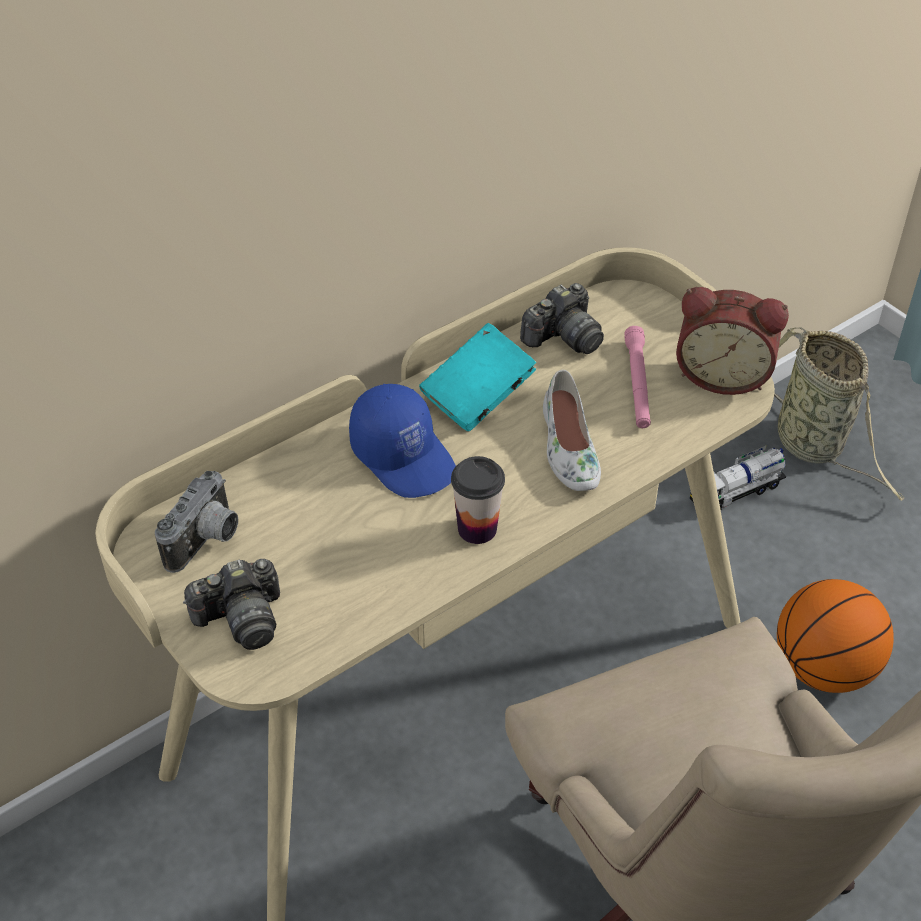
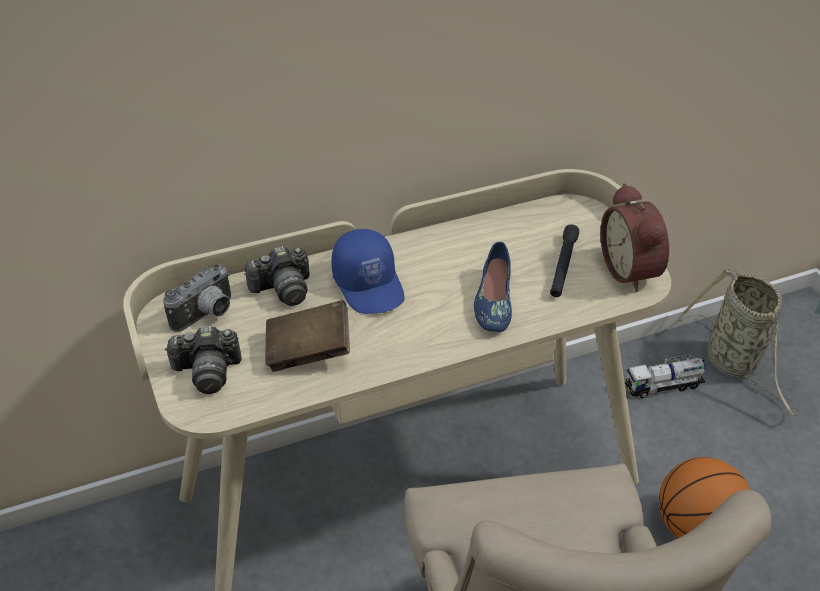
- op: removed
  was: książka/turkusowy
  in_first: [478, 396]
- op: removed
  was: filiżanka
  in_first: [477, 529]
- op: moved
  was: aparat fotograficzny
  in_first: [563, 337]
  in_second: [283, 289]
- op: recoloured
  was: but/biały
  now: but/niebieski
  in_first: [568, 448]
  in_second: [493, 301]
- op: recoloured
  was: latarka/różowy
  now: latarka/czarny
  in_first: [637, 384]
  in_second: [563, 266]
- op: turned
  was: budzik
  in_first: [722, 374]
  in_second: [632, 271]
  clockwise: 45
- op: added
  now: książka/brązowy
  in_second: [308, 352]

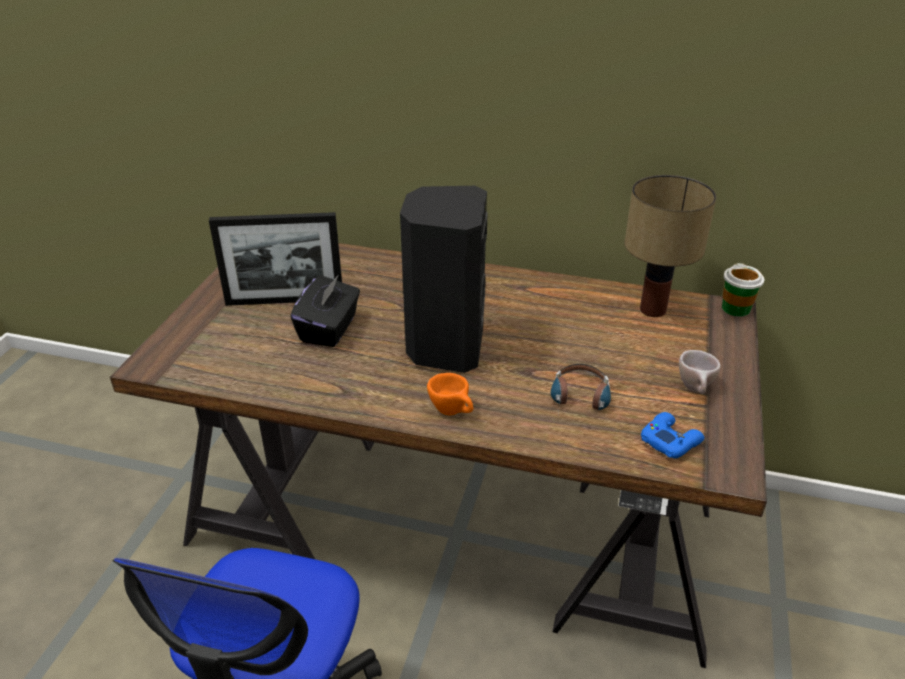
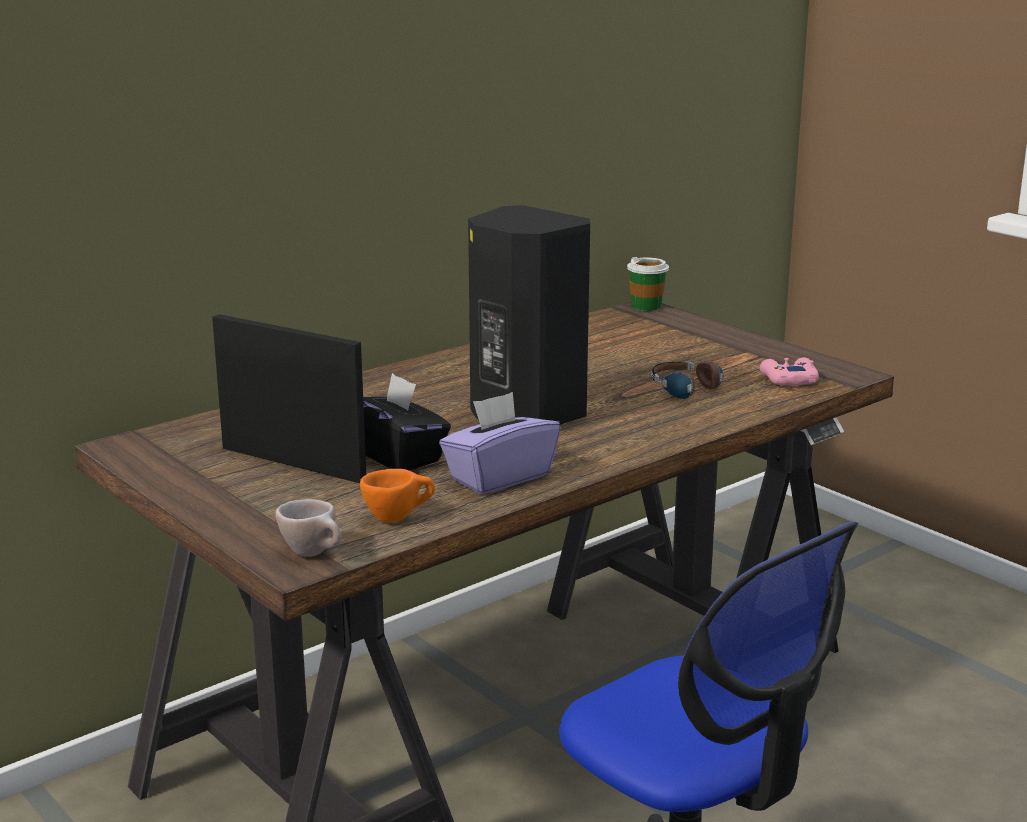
- op: turned
  was: ramka na zdjęcie
  in_first: [285, 301]
  in_second: [292, 463]
  clockwise: -90
- op: moved
  was: filiżanka/pomarańczowy
  in_first: [453, 412]
  in_second: [398, 518]
- op: removed
  was: lampa stołowa
  in_first: [653, 309]
- op: recoloured
  was: pad do gier/niebieski
  now: pad do gier/różowy
  in_first: [670, 440]
  in_second: [788, 379]
- op: moved
  was: filiżanka/beżowy
  in_first: [696, 390]
  in_second: [315, 554]
- op: added
  now: pudełko chusteczek/fioletowy
  in_second: [499, 477]

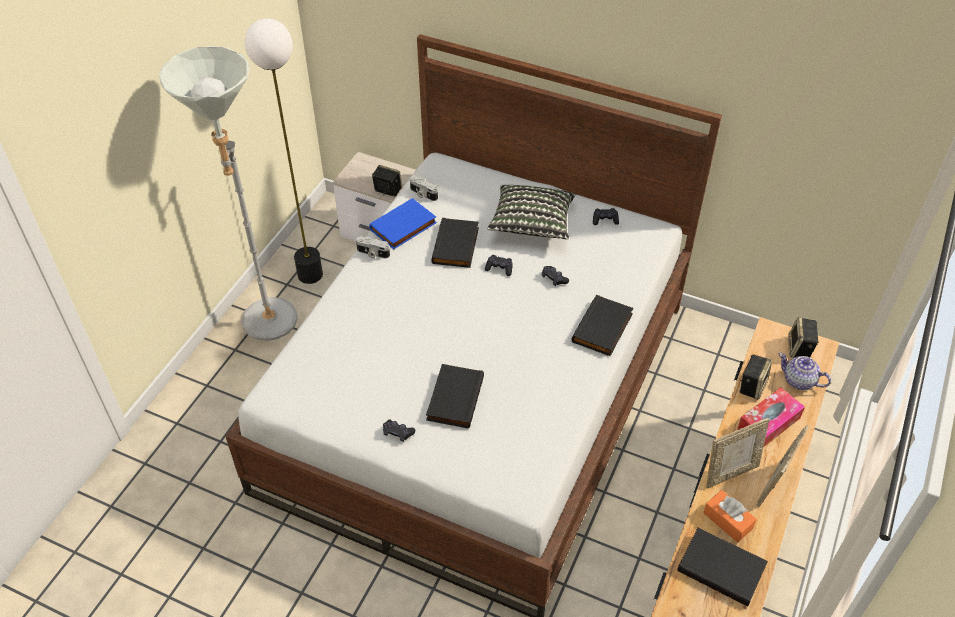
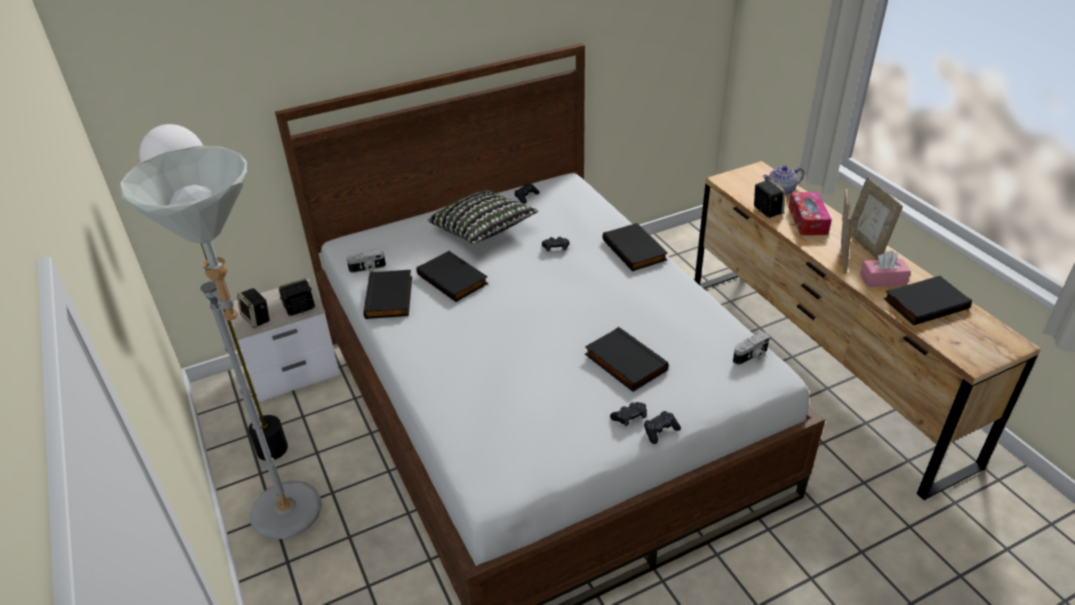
- op: moved
  was: aparat fotograficzny
  in_first: [372, 253]
  in_second: [751, 356]
- op: recoloured
  was: książka/niebieski
  now: książka/czarny
  in_first: [404, 227]
  in_second: [390, 297]
- op: moved
  was: pad do gier/czarny
  in_first: [499, 268]
  in_second: [660, 431]
- op: recoloured
  was: pudełko chusteczek/pomarańczowy
  now: pudełko chusteczek/różowy
  in_first: [727, 520]
  in_second: [882, 280]
- op: moved
  was: głośnik
  in_first: [799, 349]
  in_second: [257, 319]

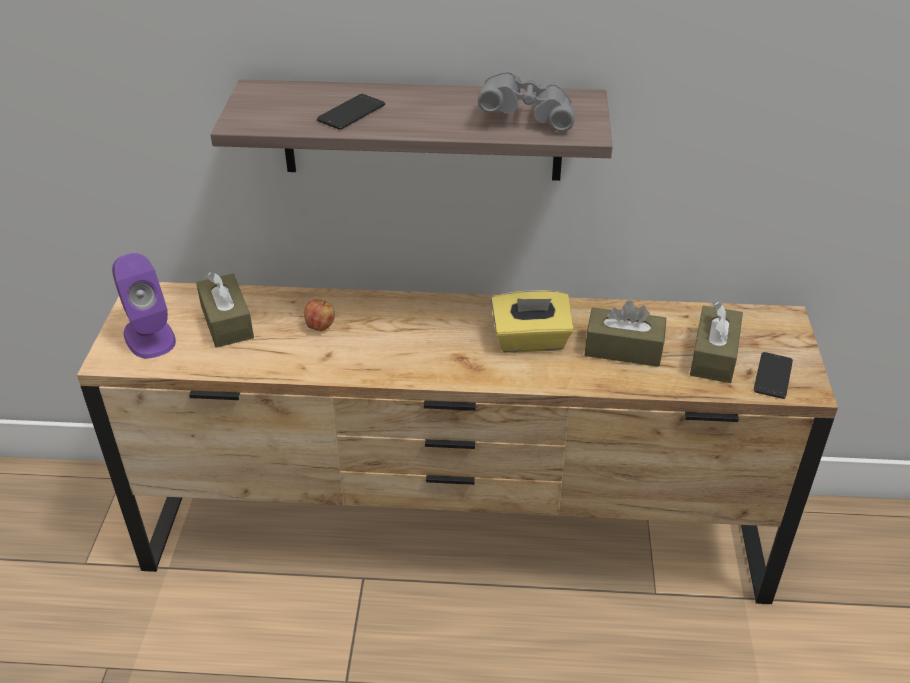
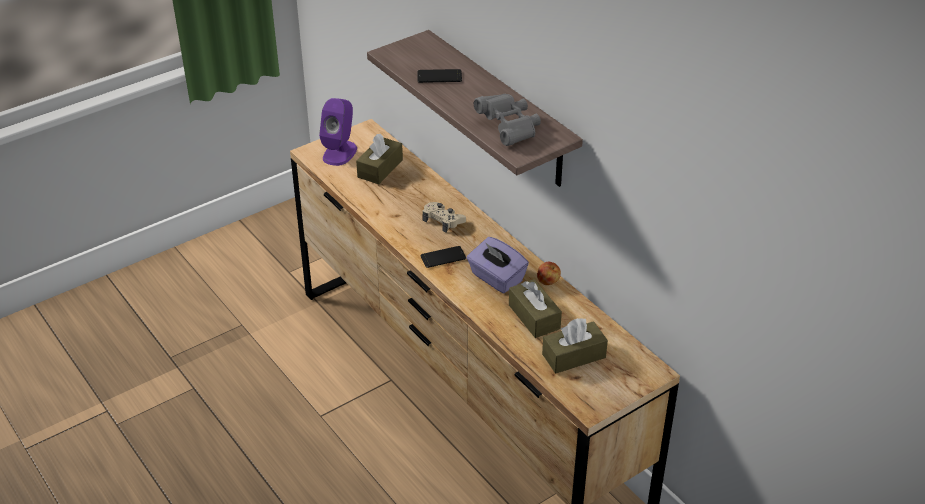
- op: moved
  was: jabłko
  in_first: [320, 326]
  in_second: [548, 282]
- op: recoloured
  was: pudełko chusteczek/żółty
  now: pudełko chusteczek/fioletowy
  in_first: [530, 341]
  in_second: [496, 278]
- op: moved
  was: telefon
  in_first: [773, 376]
  in_second: [443, 257]
- op: added
  now: pad do gier/beżowy
  in_second: [443, 220]

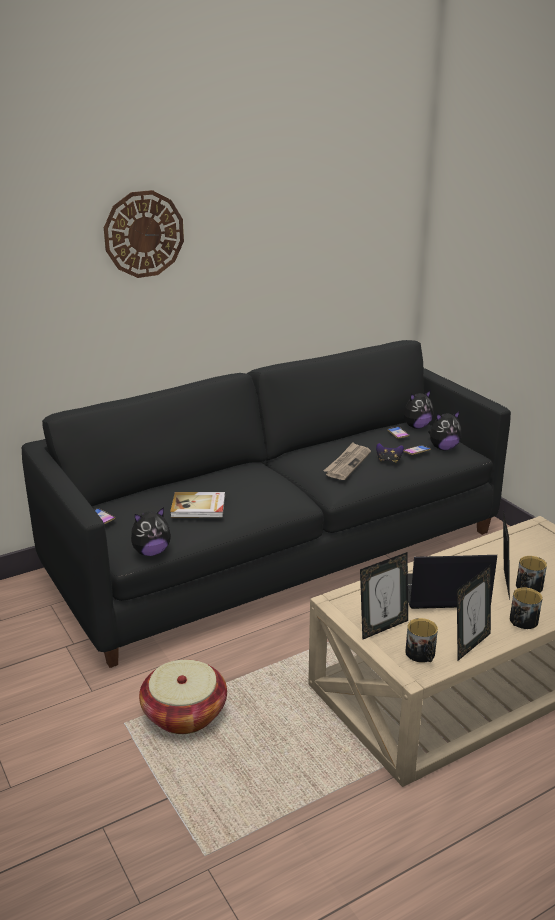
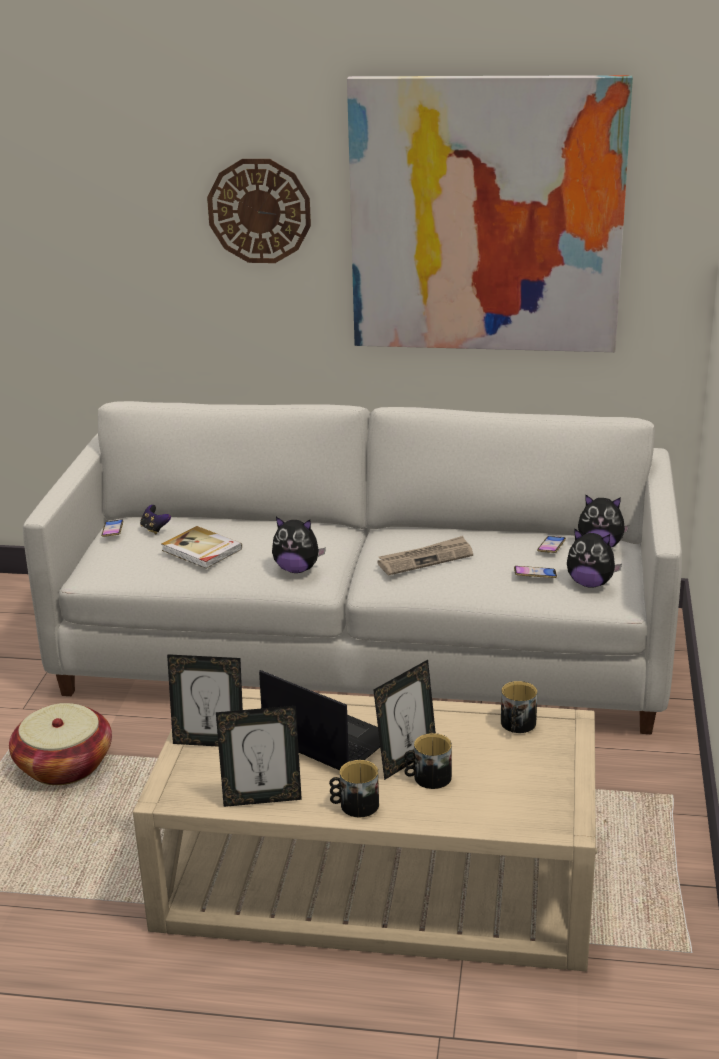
- op: recoloured
  was: kanapa/czarny
  now: kanapa/biały
  in_first: [278, 552]
  in_second: [365, 654]
- op: moved
  was: pluszak
  in_first: [151, 552]
  in_second: [297, 569]
- op: moved
  was: pad do gier
  in_first: [388, 460]
  in_second: [155, 529]
- op: moved
  was: kubek
  in_first: [422, 655]
  in_second: [517, 725]
- op: added
  now: obraz
  in_second: [486, 216]

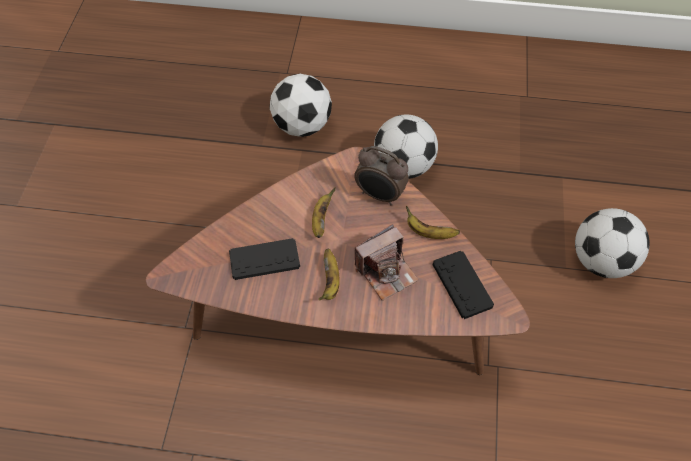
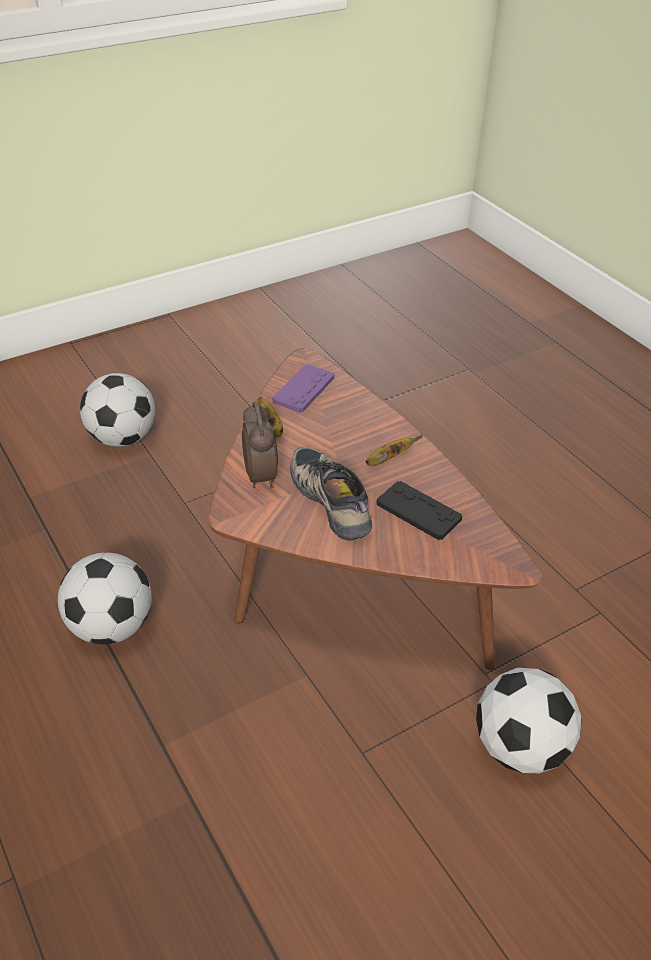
- op: moved
  was: piłka futbolowa
  in_first: [302, 125]
  in_second: [520, 747]
- op: replaced
  was: banan
  now: but
  in_first: [321, 220]
  in_second: [333, 499]
- op: removed
  was: aparat fotograficzny
  in_first: [386, 272]
- op: recoloured
  was: pad do gier/czarny
  now: pad do gier/fioletowy
  in_first: [462, 285]
  in_second: [303, 389]

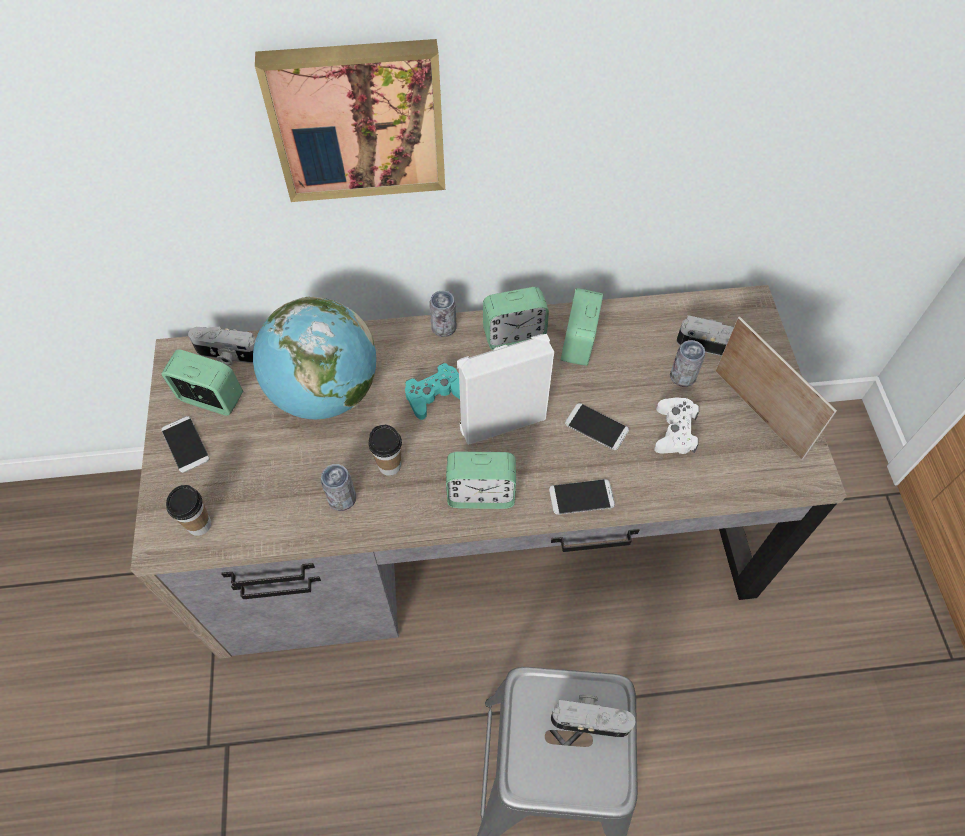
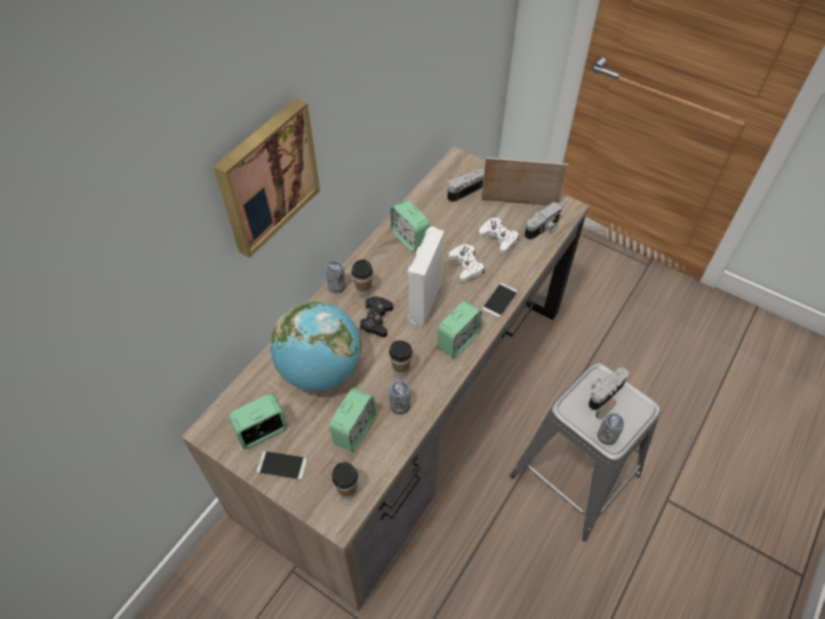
- op: moved
  was: aparat fotograficzny
  in_first: [227, 356]
  in_second: [543, 229]
- op: recoloured
  was: pad do gier/turkusowy
  now: pad do gier/czarny
  in_first: [434, 395]
  in_second: [376, 320]
- op: moved
  was: budzik
  in_first: [514, 335]
  in_second: [354, 430]
- op: replaced
  was: telefon
  now: pad do gier/biały
  in_first: [596, 427]
  in_second: [466, 266]
- op: moved
  was: puszka
  in_first: [682, 376]
  in_second: [606, 436]
- op: added
  now: filiżanka
  in_second: [363, 290]

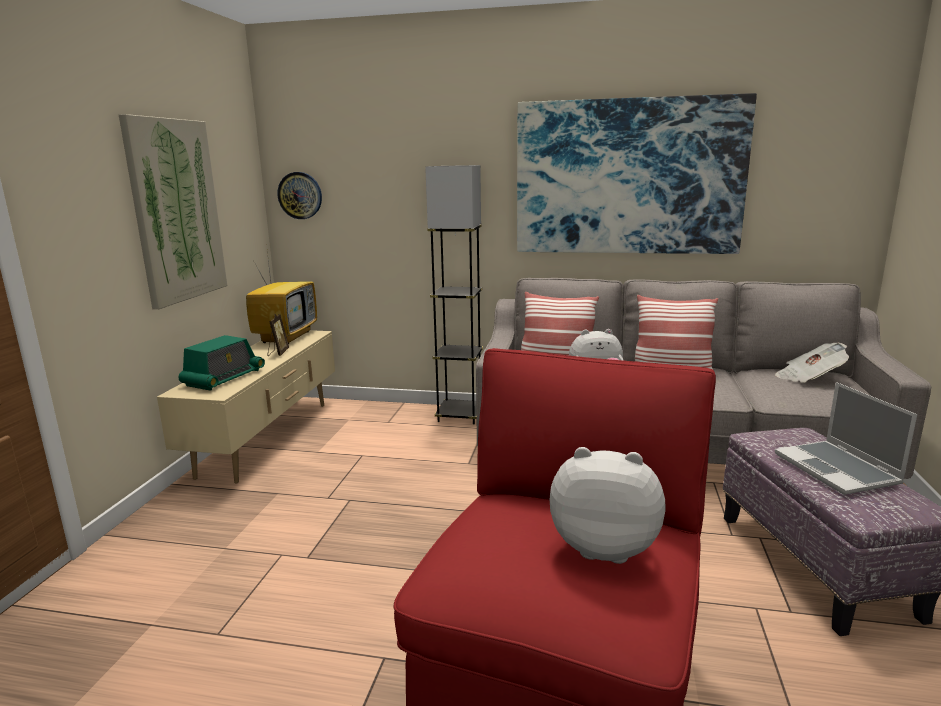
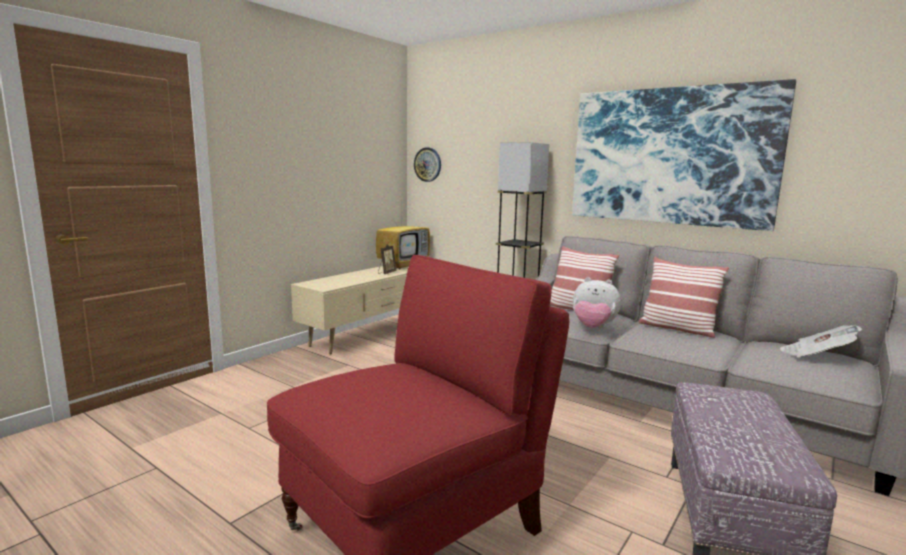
- op: removed
  was: obraz
  in_first: [176, 211]
- op: removed
  was: radio
  in_first: [224, 378]
- op: removed
  was: pluszak
  in_first: [604, 546]
- op: removed
  was: laptop
  in_first: [838, 469]

